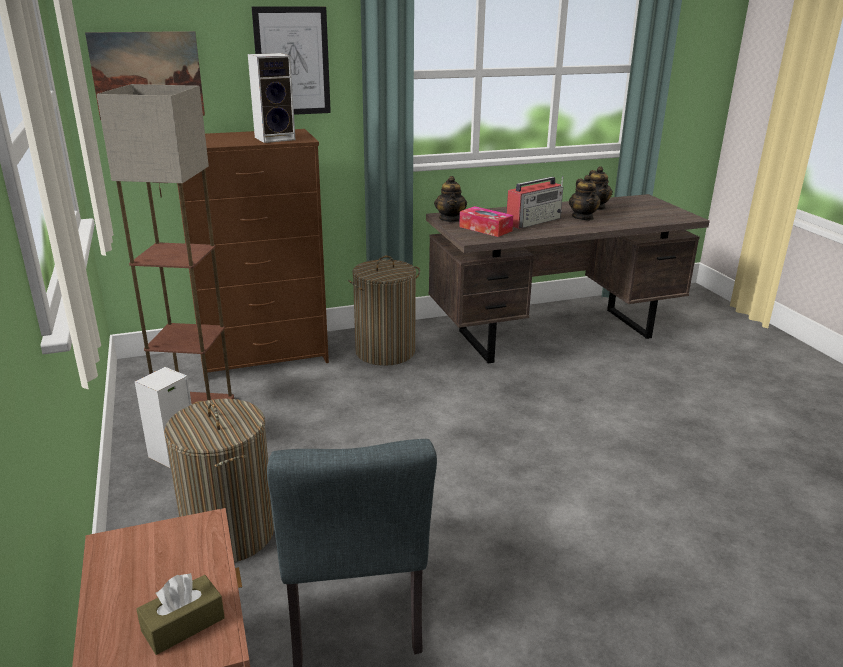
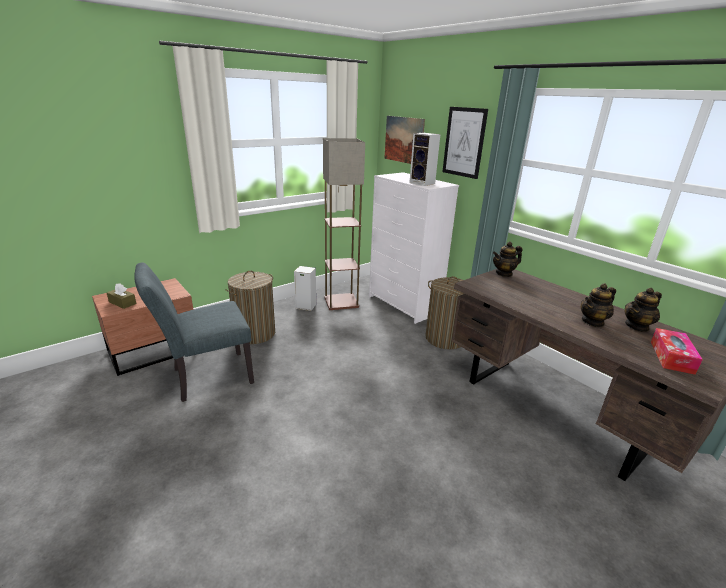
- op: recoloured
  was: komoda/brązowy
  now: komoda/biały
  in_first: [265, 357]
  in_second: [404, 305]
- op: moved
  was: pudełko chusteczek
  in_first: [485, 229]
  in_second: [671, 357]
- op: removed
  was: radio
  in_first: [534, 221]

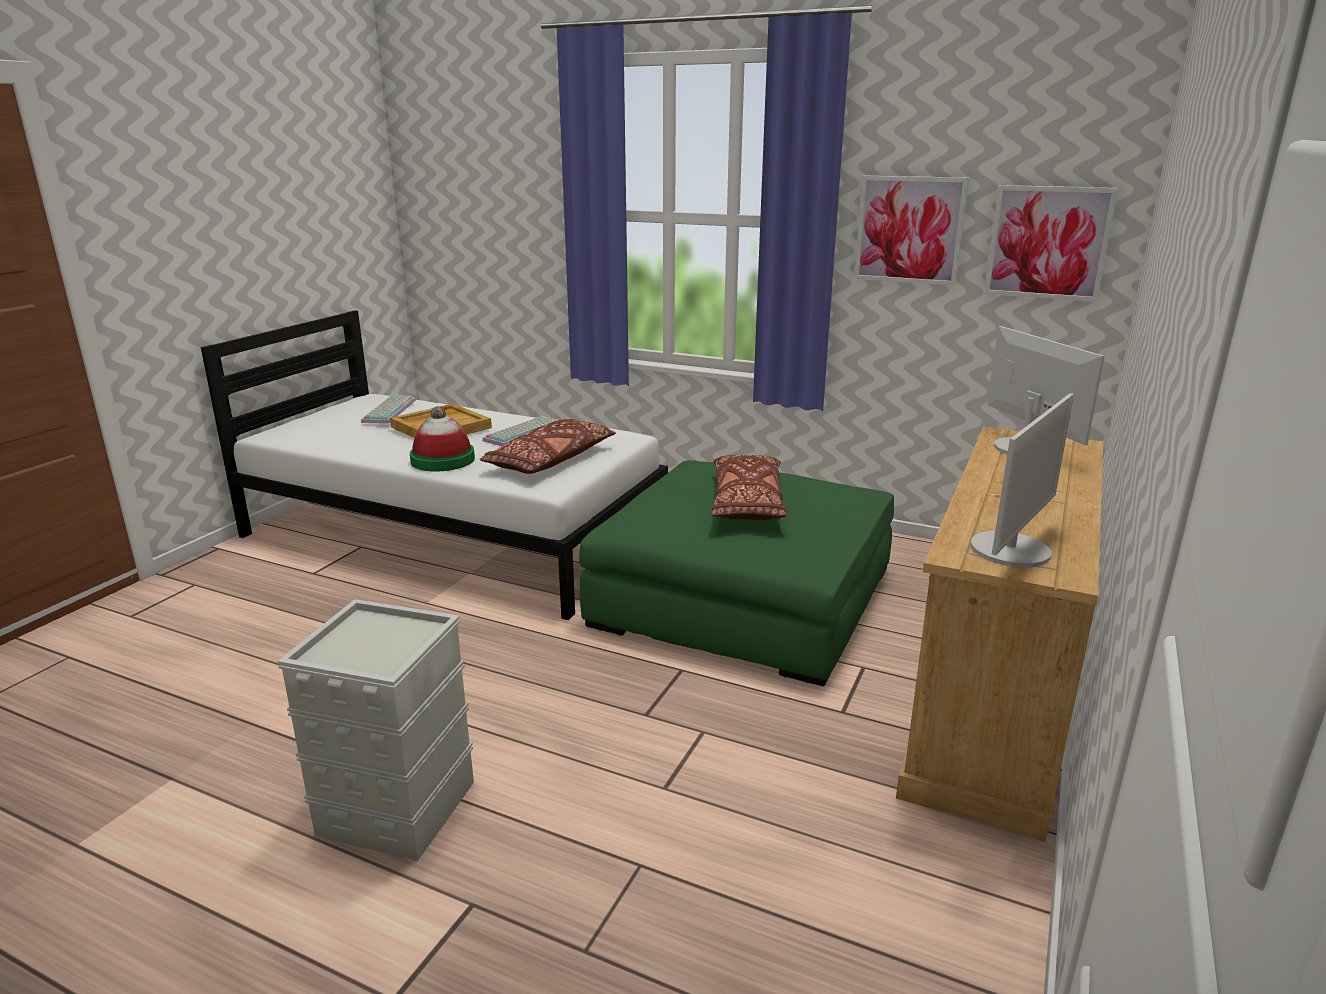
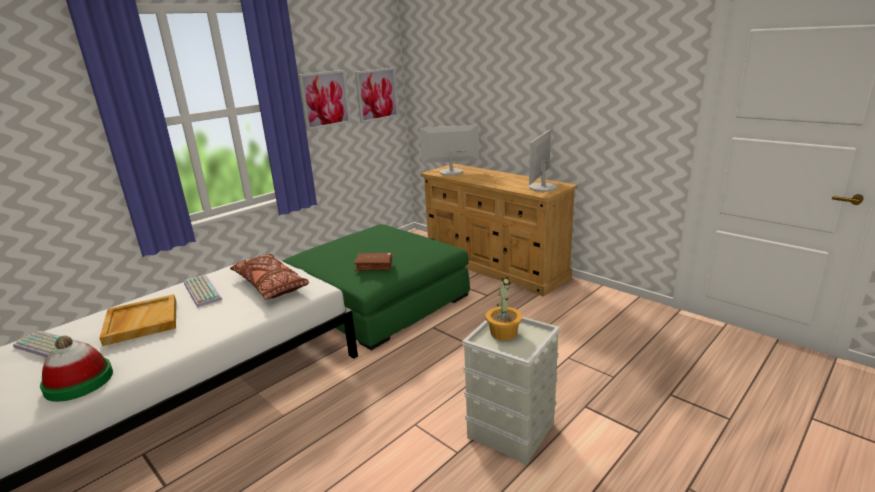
- op: moved
  was: kapelusz
  in_first: [443, 460]
  in_second: [79, 381]
- op: removed
  was: poduszka/brązowy
  in_first: [747, 503]
- op: turned
  was: monitor
  in_first: [1011, 550]
  in_second: [542, 187]
  clockwise: -120
- op: added
  now: książka/brązowy
  in_second: [374, 266]
- op: added
  now: roślina doniczkowa
  in_second: [503, 333]

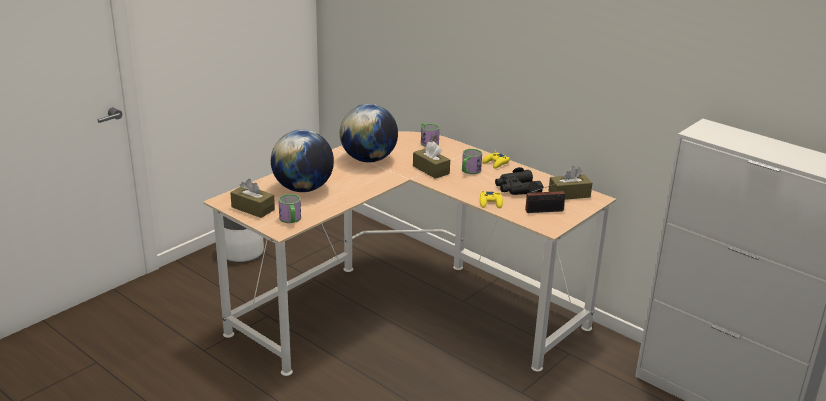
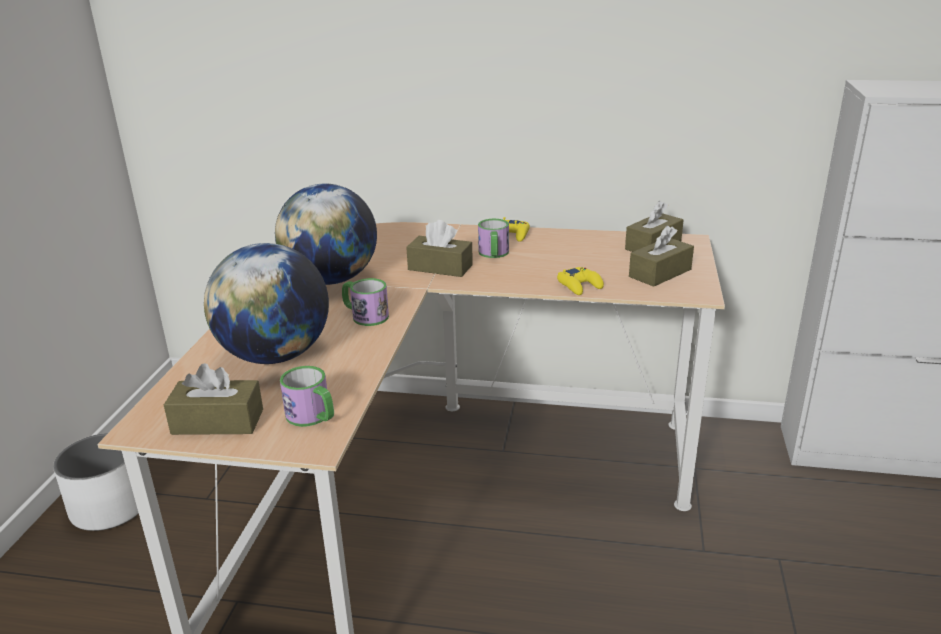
- op: moved
  was: kubek
  in_first: [428, 142]
  in_second: [365, 316]
- op: removed
  was: lornetka/czarny
  in_first: [517, 189]
- op: replaced
  was: radio
  now: pudełko chusteczek/brązowy
  in_first: [546, 210]
  in_second: [660, 273]

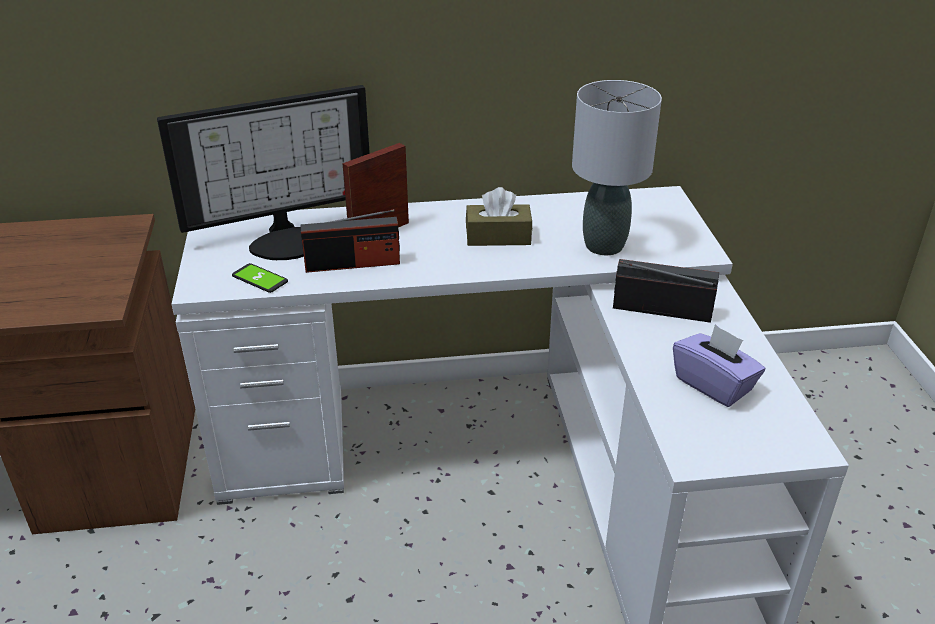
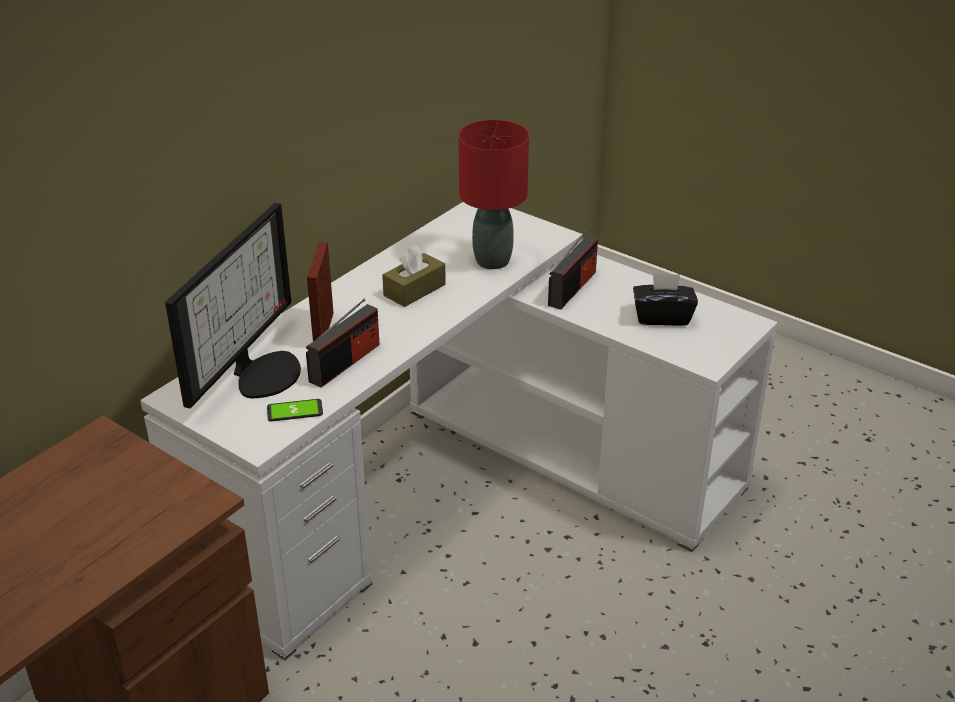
- op: recoloured
  was: lampa stołowa/szary
  now: lampa stołowa/czerwony
  in_first: [605, 246]
  in_second: [493, 261]
- op: turned
  was: radio
  in_first: [661, 310]
  in_second: [572, 288]
  clockwise: 150
- op: recoloured
  was: pudełko chusteczek/fioletowy
  now: pudełko chusteczek/czarny
  in_first: [713, 384]
  in_second: [662, 317]

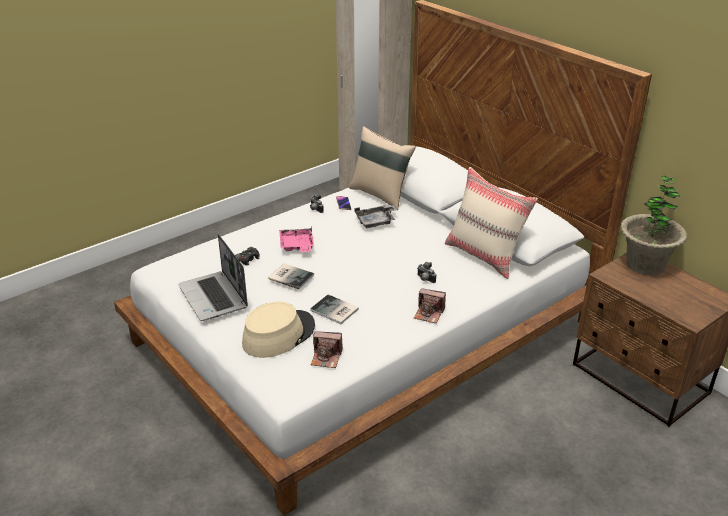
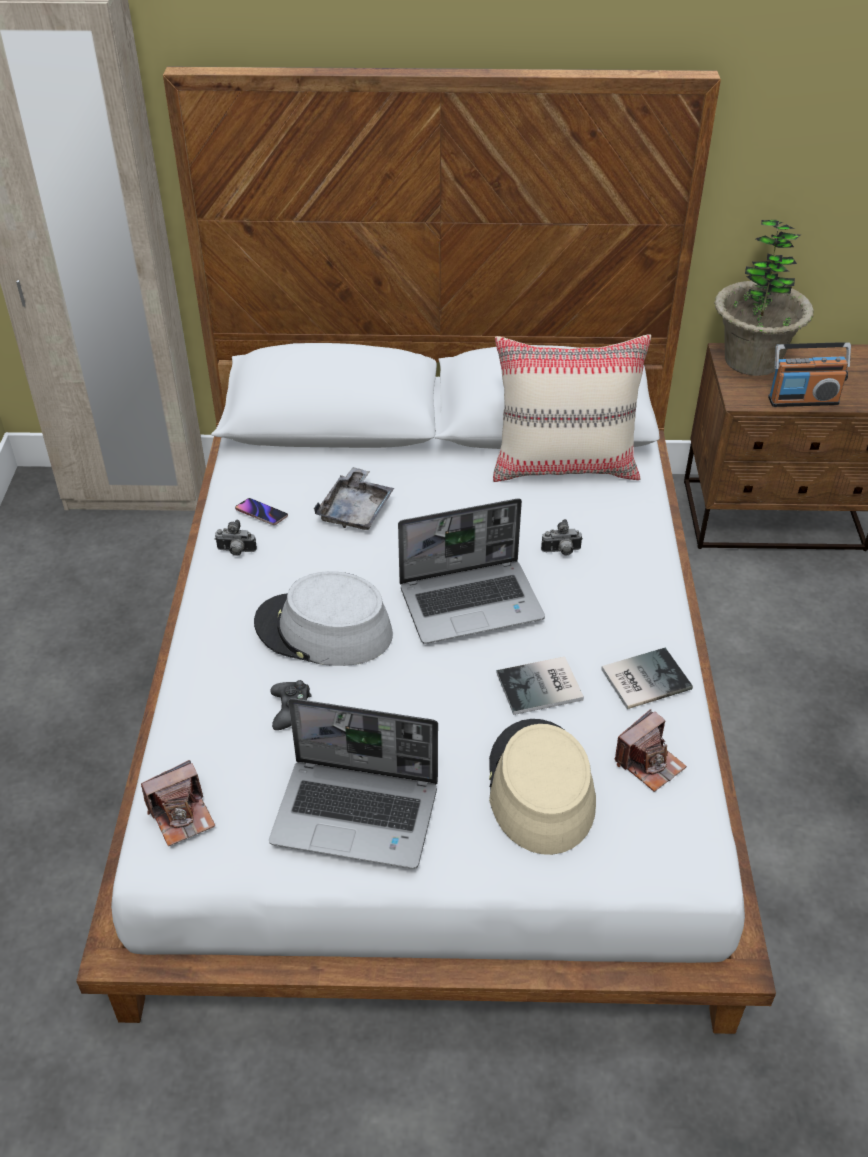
- op: moved
  was: książka
  in_first: [291, 276]
  in_second: [643, 678]
- op: replaced
  was: taca/różowy
  now: kapelusz/szary
  in_first: [297, 246]
  in_second: [323, 630]
- op: removed
  was: poduszka/beżowy
  in_first: [380, 195]
- op: moved
  was: aparat fotograficzny
  in_first: [429, 314]
  in_second: [182, 816]
- op: added
  now: laptop
  in_second: [472, 602]
- op: added
  now: radio
  in_second: [803, 400]

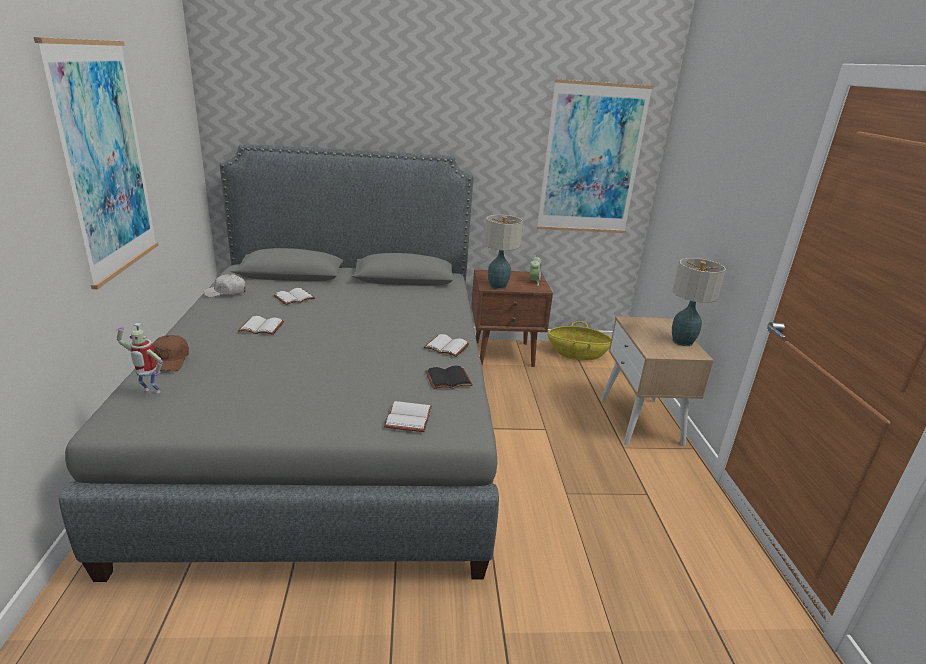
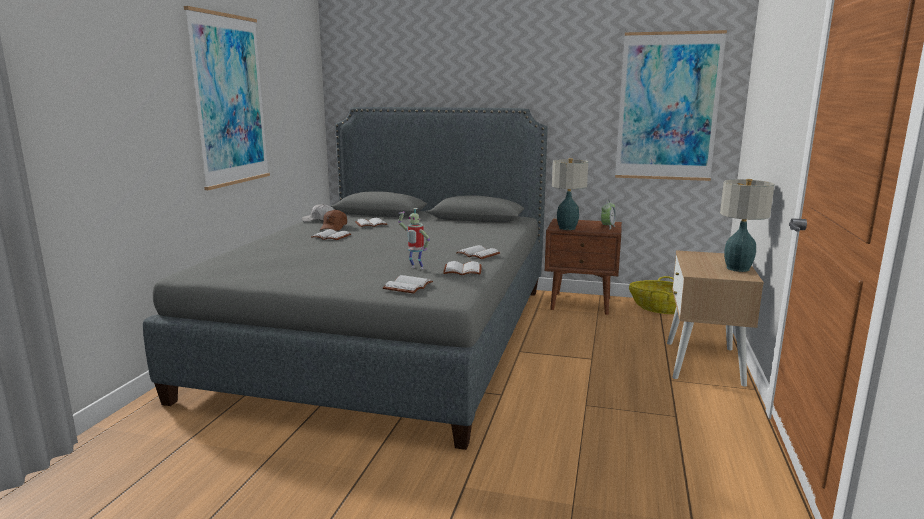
- op: moved
  was: robot zabawkowy
  in_first: [150, 392]
  in_second: [415, 268]
- op: moved
  was: czapka z daszkiem/brązowy
  in_first: [169, 361]
  in_second: [334, 227]
- op: recoloured
  was: książka/czarny
  now: książka/biały
  in_first: [448, 380]
  in_second: [462, 271]

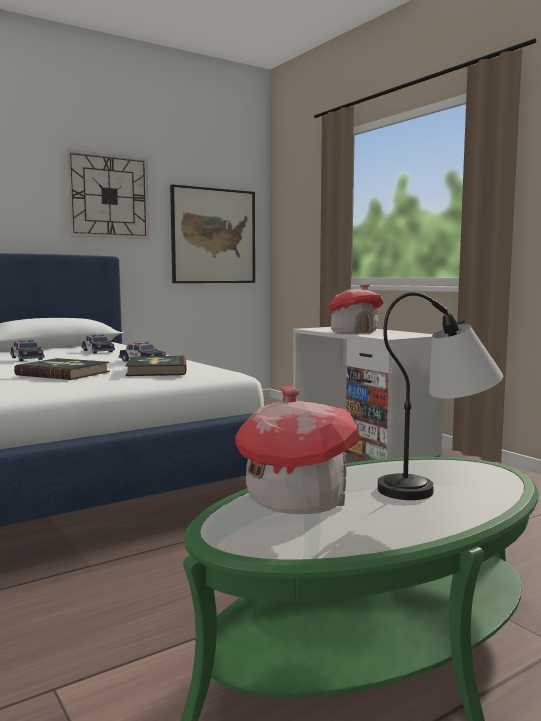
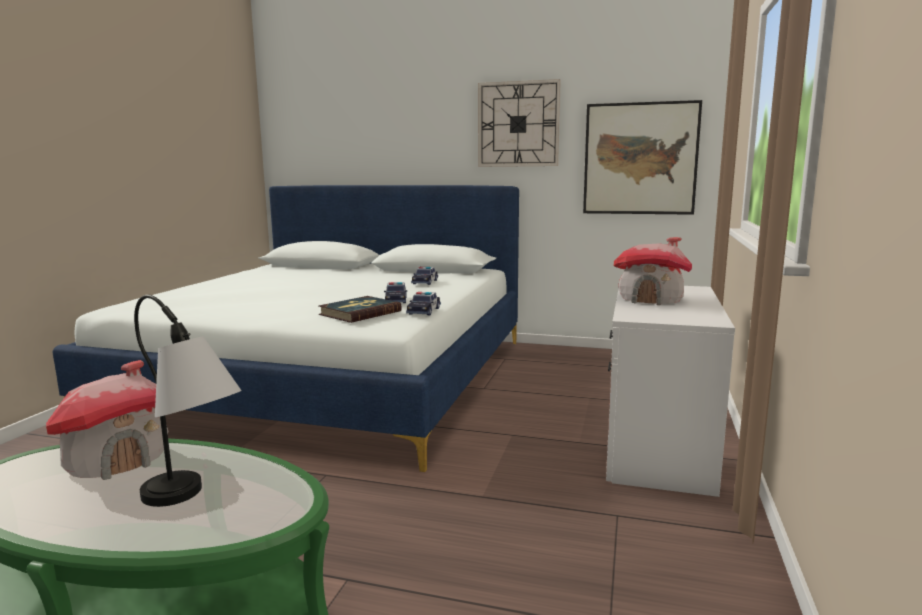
- op: moved
  was: samochodzik
  in_first: [27, 358]
  in_second: [424, 311]
- op: removed
  was: książka
  in_first: [63, 373]

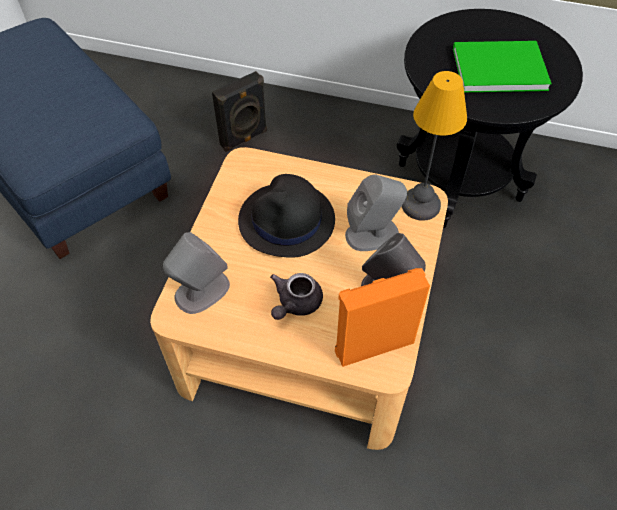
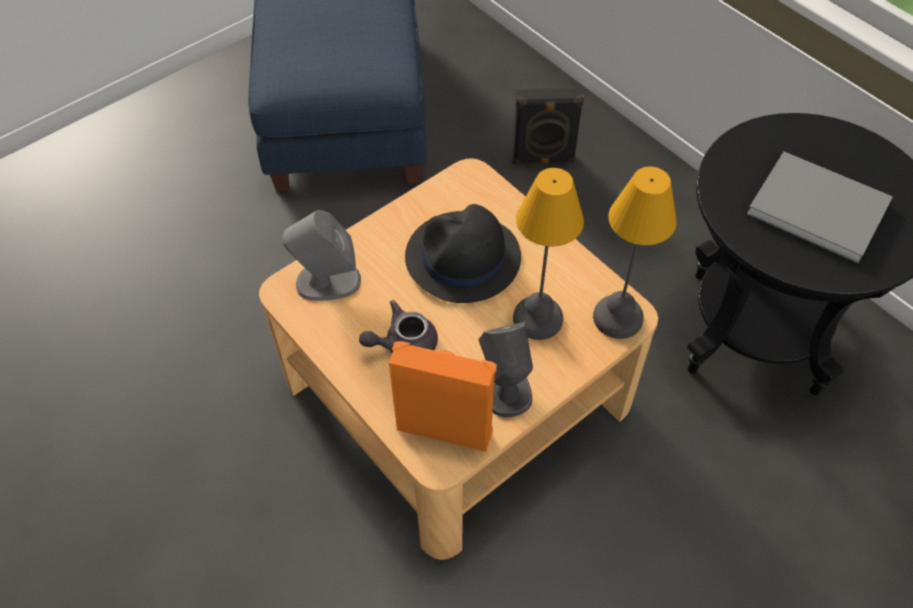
- op: replaced
  was: głośnik/szary
  now: lampa stołowa
  in_first: [373, 234]
  in_second: [539, 319]
- op: recoloured
  was: książka/zielony
  now: książka/szary
  in_first: [496, 67]
  in_second: [815, 205]

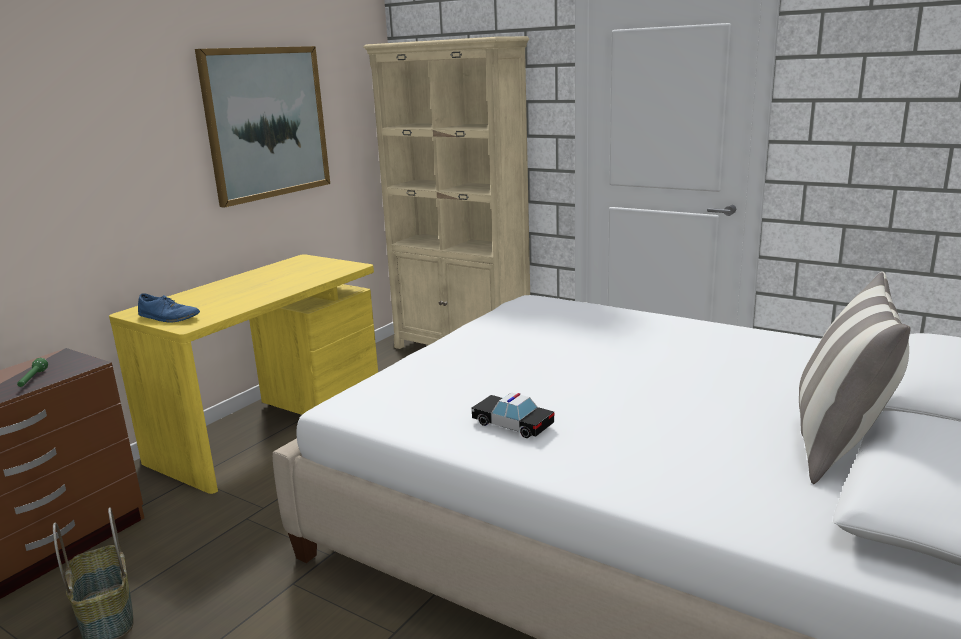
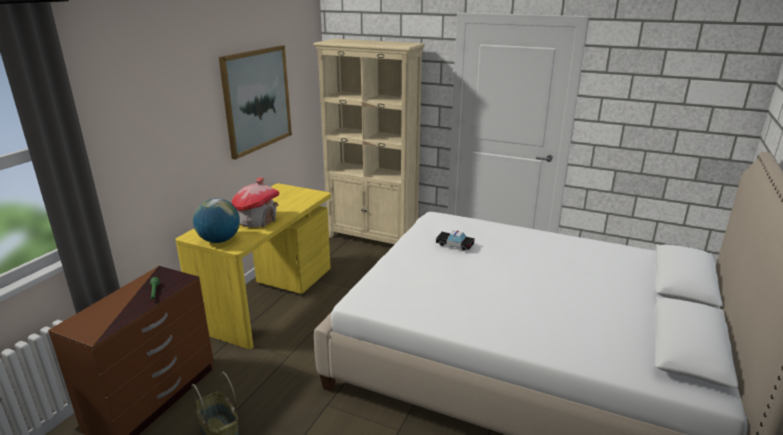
- op: replaced
  was: but/niebieski
  now: globus
  in_first: [169, 317]
  in_second: [219, 240]
- op: moved
  was: samochodzik
  in_first: [512, 424]
  in_second: [454, 244]
- op: removed
  was: poduszka
  in_first: [839, 444]
- op: added
  now: domek
  in_second: [257, 220]

